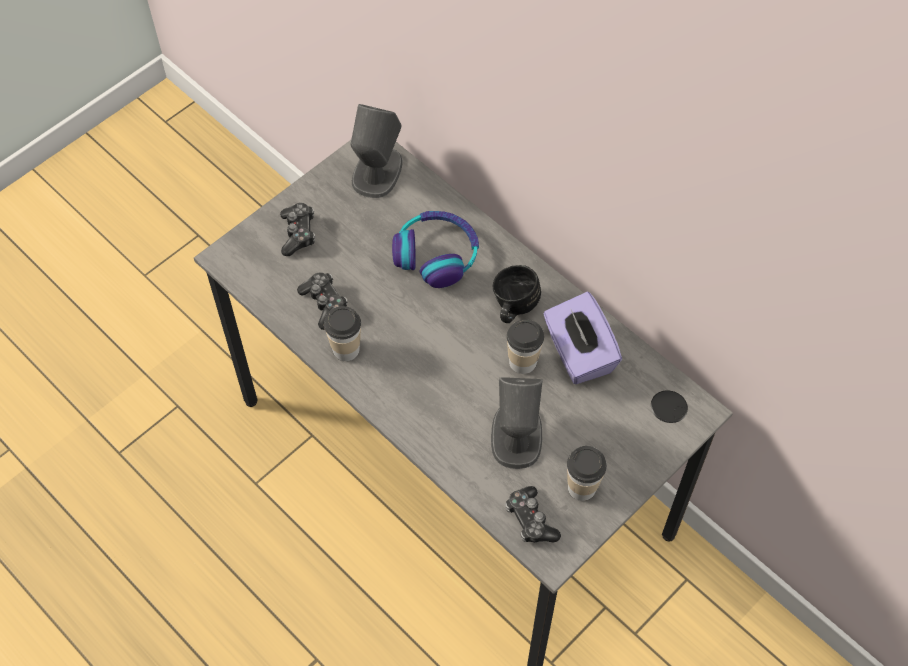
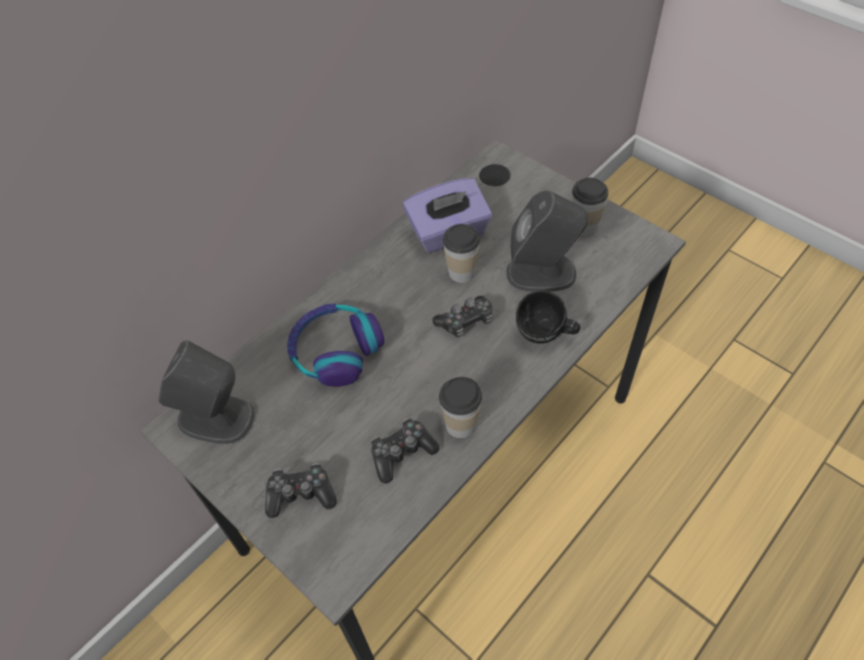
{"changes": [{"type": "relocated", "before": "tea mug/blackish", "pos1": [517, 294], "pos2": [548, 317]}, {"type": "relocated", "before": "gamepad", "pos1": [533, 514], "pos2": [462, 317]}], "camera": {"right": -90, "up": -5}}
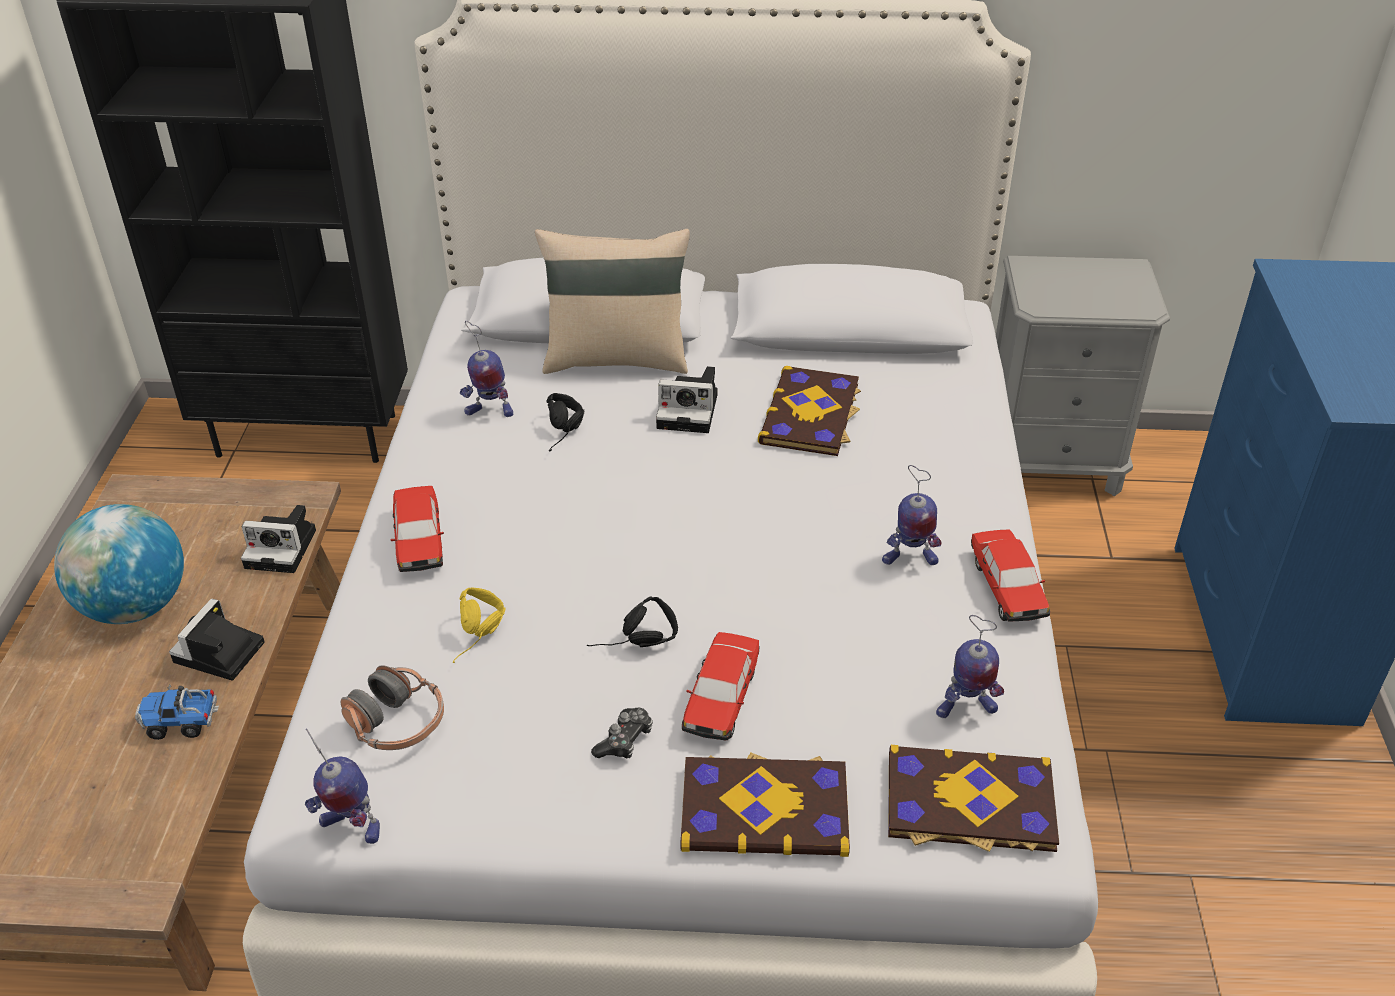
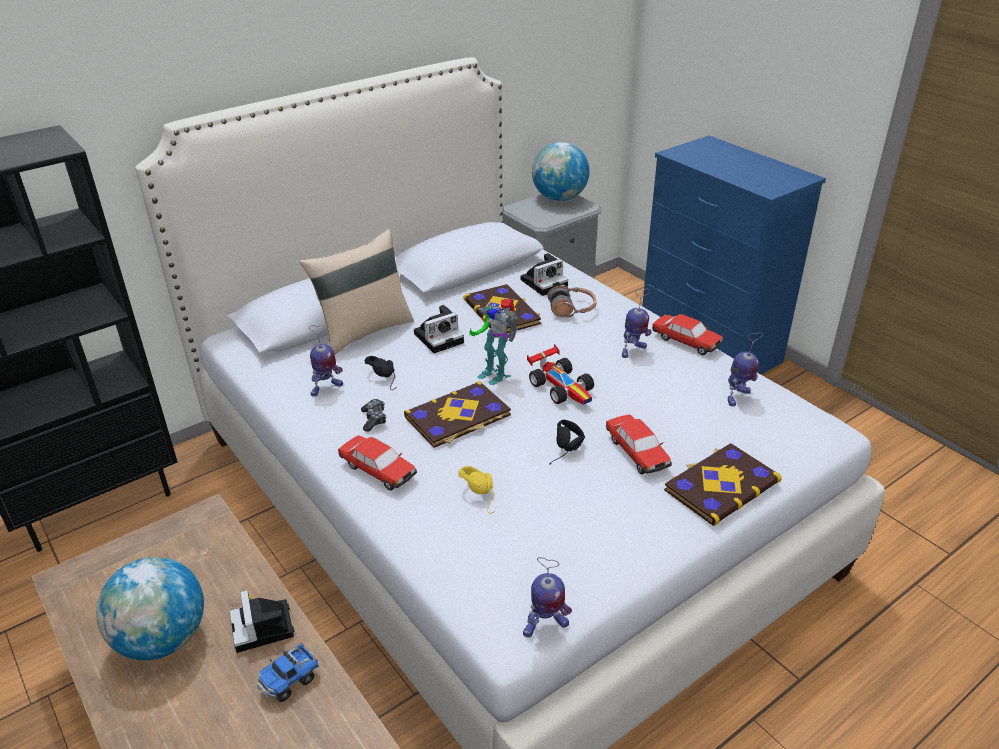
{"changes": [{"type": "appeared", "after": "toy robot", "pos2": [494, 341]}, {"type": "appeared", "after": "miniature car", "pos2": [560, 374]}, {"type": "appeared", "after": "world globe", "pos2": [561, 171]}, {"type": "relocated", "before": "still camera", "pos1": [278, 539], "pos2": [544, 274]}, {"type": "relocated", "before": "headset", "pos1": [392, 707], "pos2": [572, 301]}, {"type": "relocated", "before": "gamepad", "pos1": [622, 733], "pos2": [373, 415]}, {"type": "relocated", "before": "bound book", "pos1": [973, 798], "pos2": [457, 414]}], "camera": {"right": -40, "up": -5}}
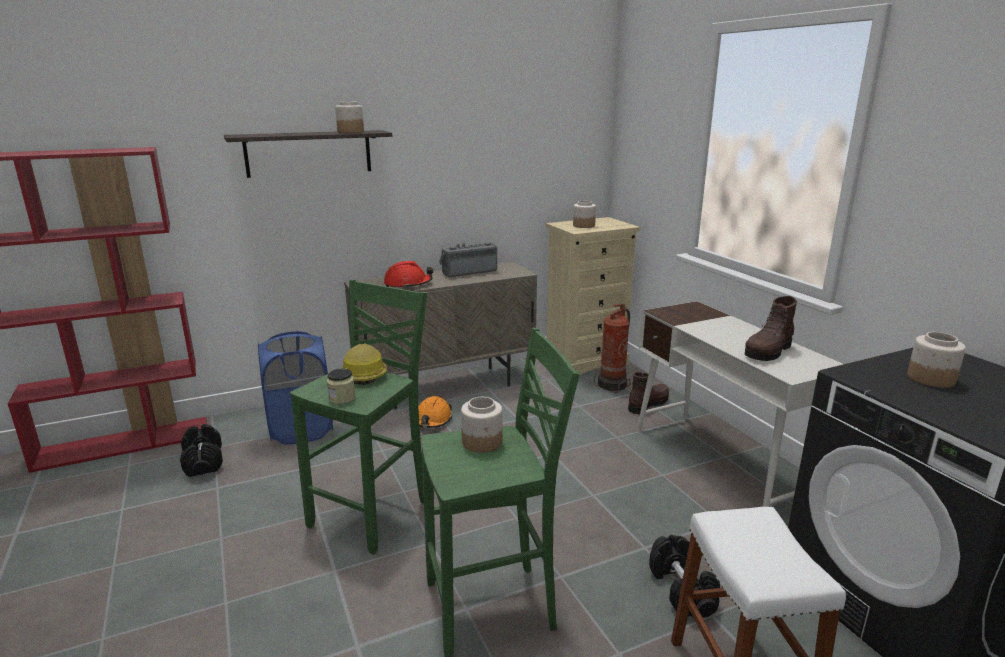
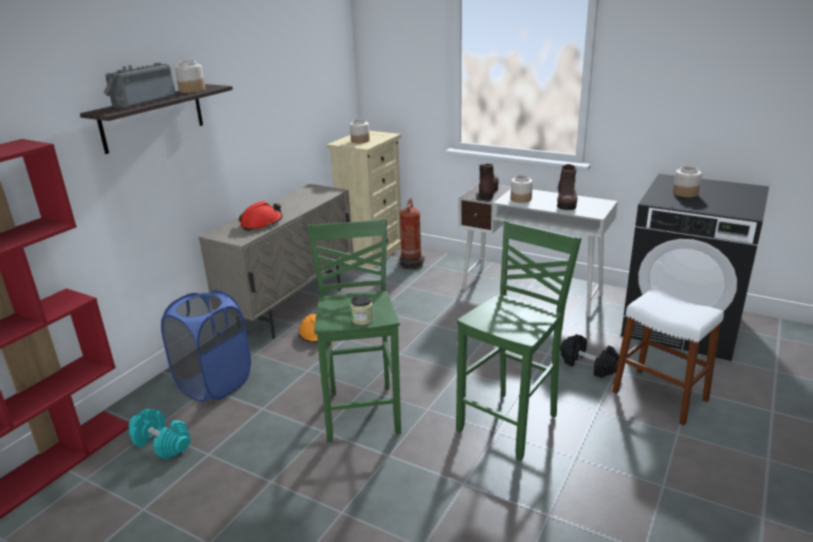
{"changes": [{"type": "missing", "before": "work helmet", "pos1": [364, 364]}, {"type": "relocated", "before": "radio set", "pos1": [468, 259], "pos2": [139, 85]}, {"type": "relocated", "before": "preserve jar", "pos1": [482, 425], "pos2": [522, 189]}, {"type": "relocated", "before": "high-top boot/brownish", "pos1": [648, 393], "pos2": [489, 182]}, {"type": "colour", "before": "dumbbell/blackish", "after": "dumbbell/blue-green", "pos1": [201, 450], "pos2": [159, 434]}], "camera": {"right": -35, "up": 5}}
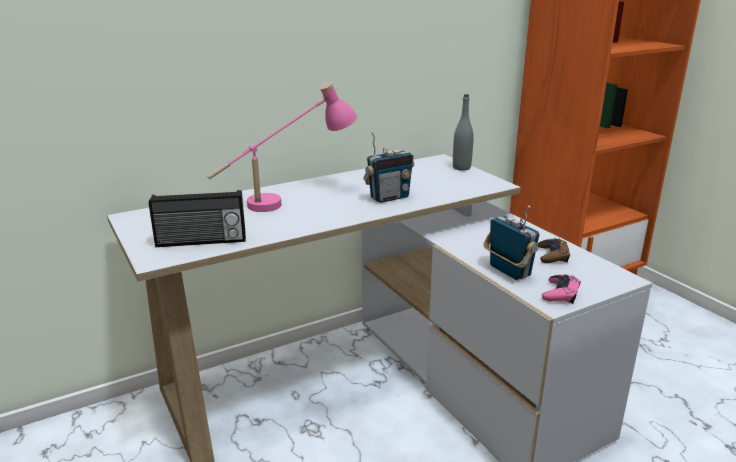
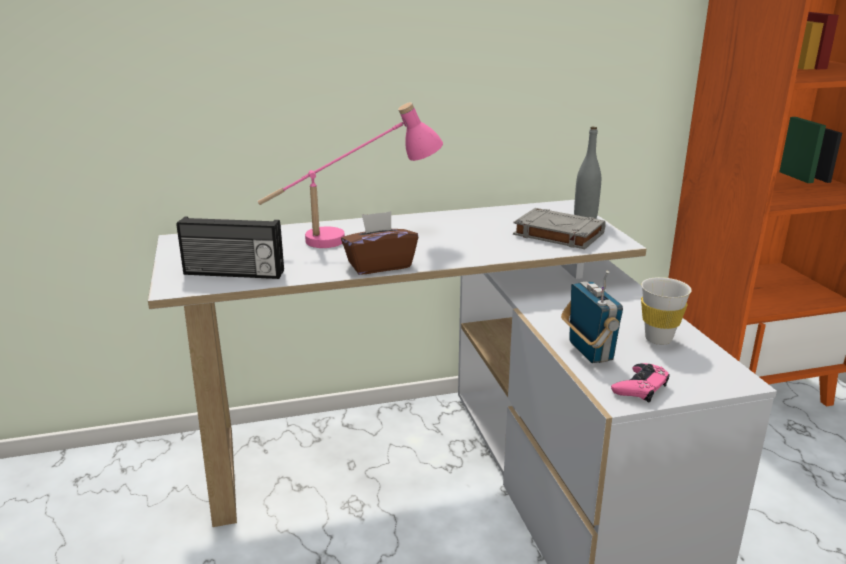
{"changes": [{"type": "missing", "before": "radio set", "pos1": [388, 167]}, {"type": "appeared", "after": "tissue box/brownish", "pos2": [379, 243]}, {"type": "appeared", "after": "bound book/greyish", "pos2": [559, 228]}, {"type": "exchanged", "before": "gamepad/brownish", "after": "cup/white", "pos1": [554, 250], "pos2": [666, 311]}], "camera": {"right": 15, "up": 0}}
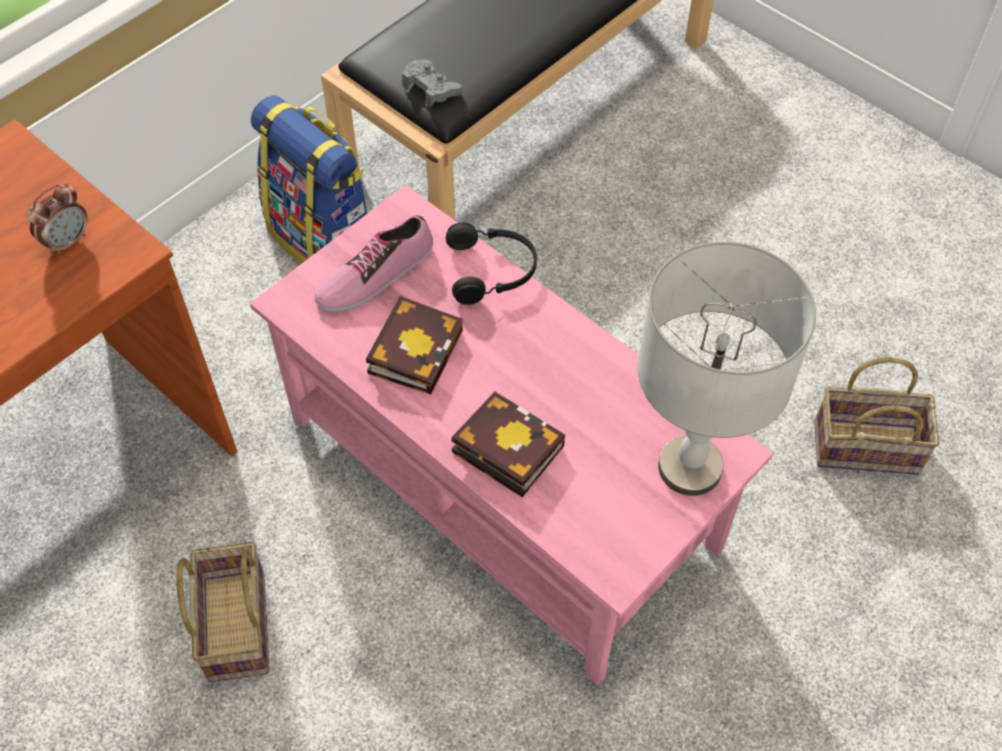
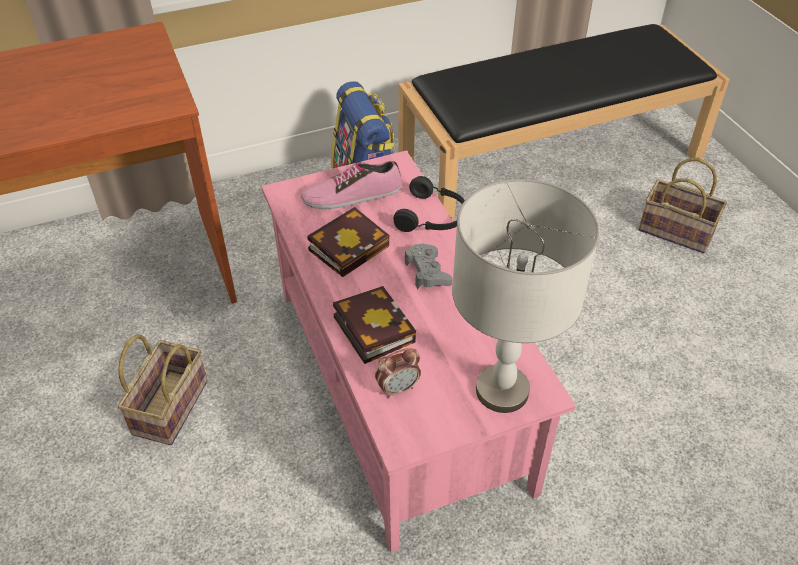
{"changes": [{"type": "relocated", "before": "table clock", "pos1": [57, 219], "pos2": [398, 373]}, {"type": "relocated", "before": "gamepad/greyish", "pos1": [432, 83], "pos2": [429, 266]}, {"type": "relocated", "before": "household basket", "pos1": [876, 416], "pos2": [683, 205]}], "camera": {"right": 25, "up": -10}}
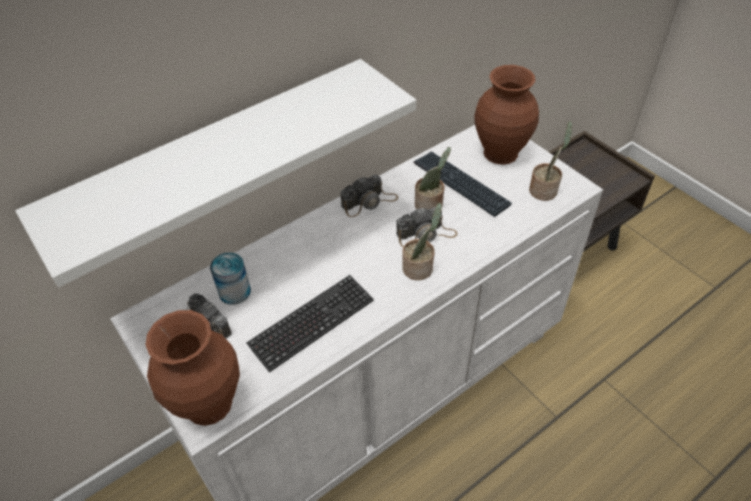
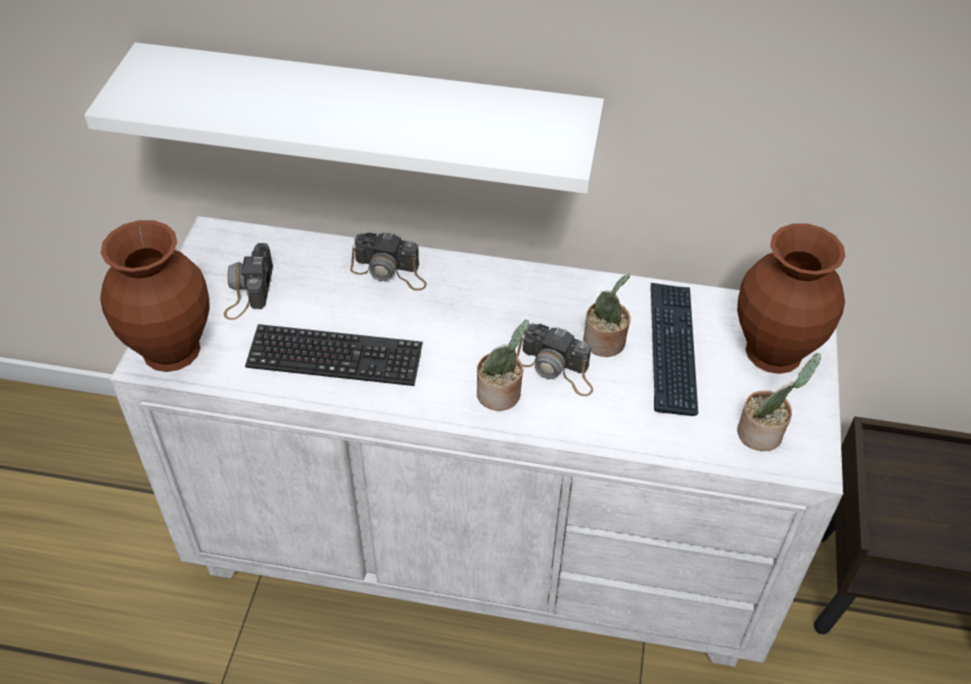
{"changes": [{"type": "missing", "before": "can", "pos1": [230, 278]}, {"type": "relocated", "before": "still camera", "pos1": [369, 196], "pos2": [388, 261]}], "camera": {"right": 45, "up": 0}}
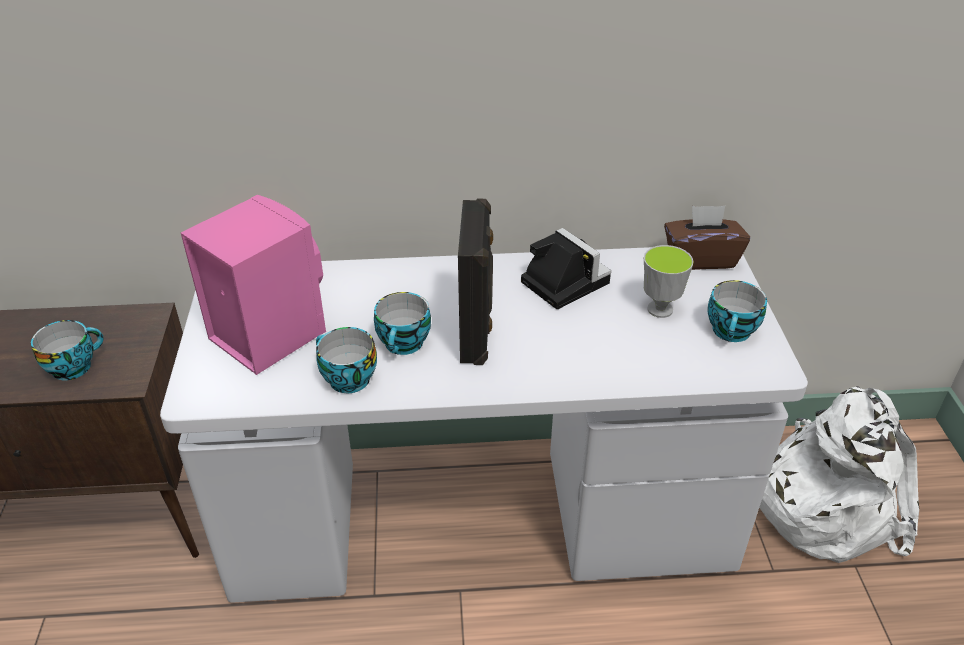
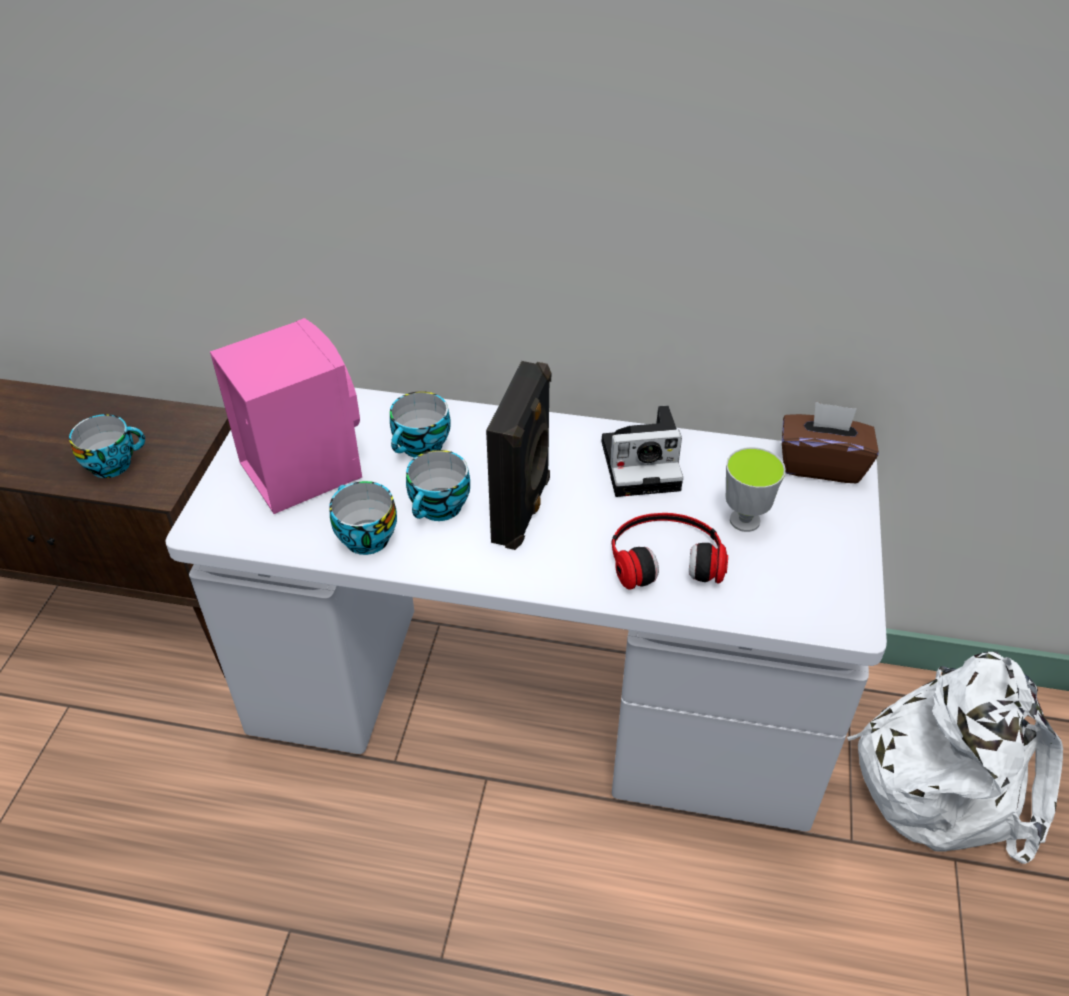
{"changes": [{"type": "appeared", "after": "headset", "pos2": [669, 551]}, {"type": "relocated", "before": "cup", "pos1": [737, 311], "pos2": [420, 424]}, {"type": "spun", "before": "still camera", "pos1": [566, 268], "pos2": [642, 451], "turn": 105}], "camera": {"right": 15, "up": 5}}
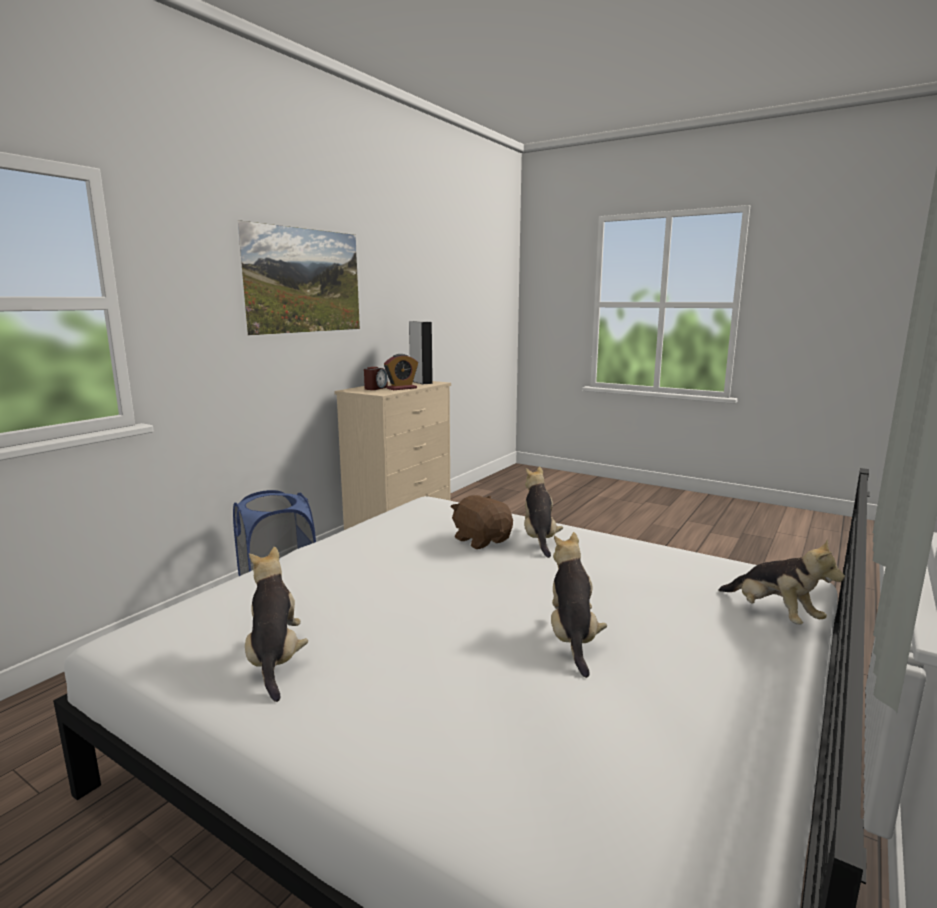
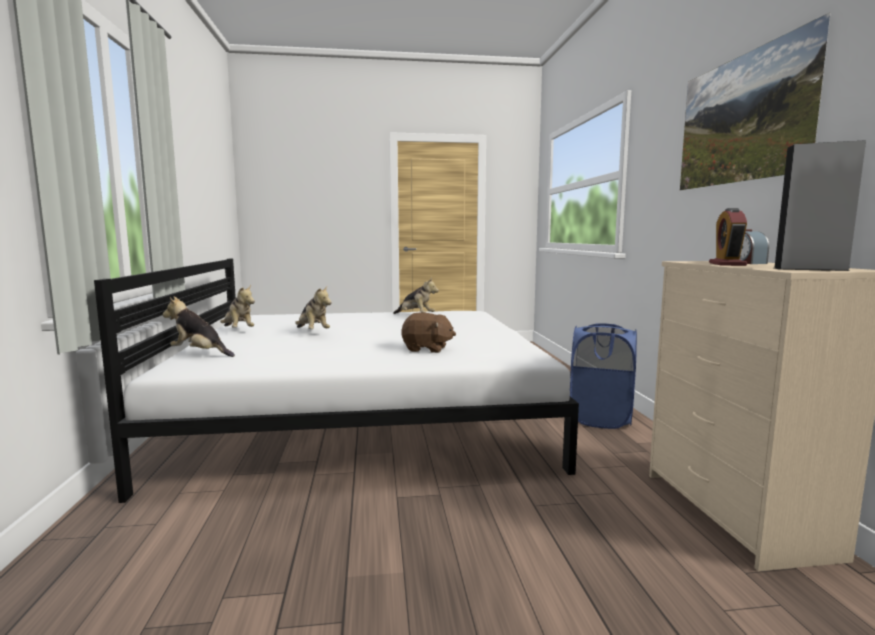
{"changes": [{"type": "relocated", "before": "plush toy", "pos1": [543, 512], "pos2": [237, 306]}], "camera": {"right": 140, "up": -5}}
